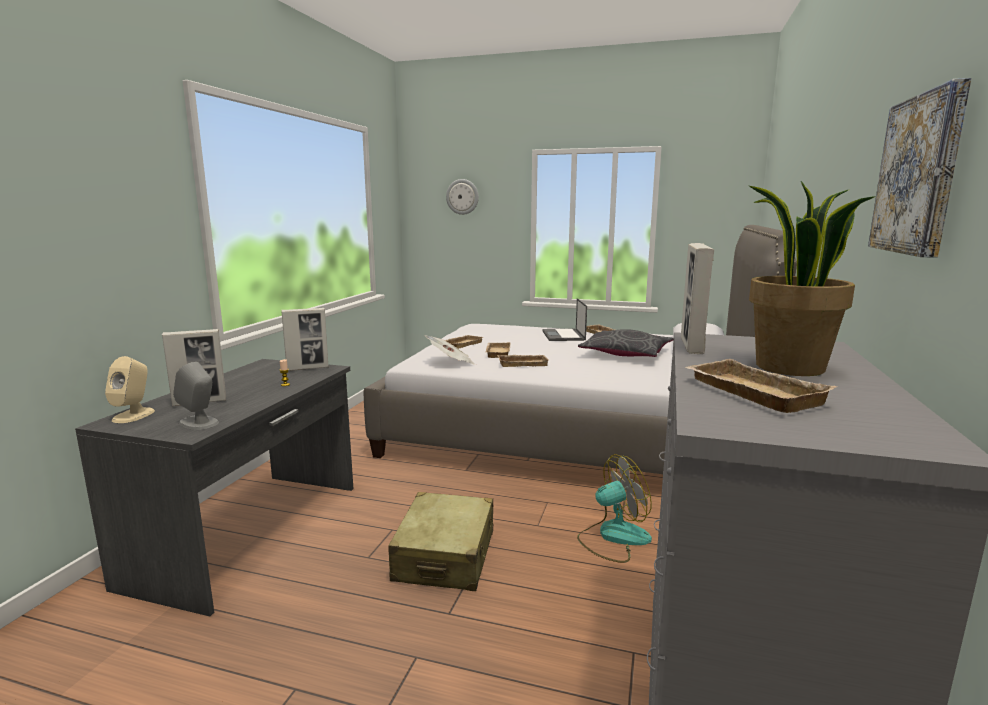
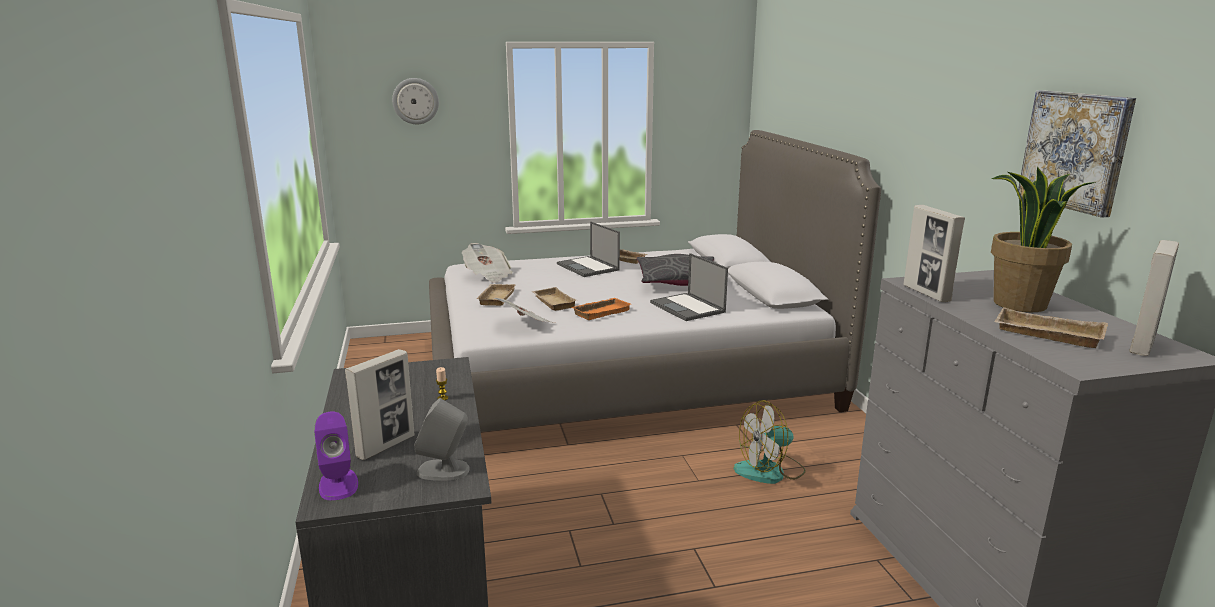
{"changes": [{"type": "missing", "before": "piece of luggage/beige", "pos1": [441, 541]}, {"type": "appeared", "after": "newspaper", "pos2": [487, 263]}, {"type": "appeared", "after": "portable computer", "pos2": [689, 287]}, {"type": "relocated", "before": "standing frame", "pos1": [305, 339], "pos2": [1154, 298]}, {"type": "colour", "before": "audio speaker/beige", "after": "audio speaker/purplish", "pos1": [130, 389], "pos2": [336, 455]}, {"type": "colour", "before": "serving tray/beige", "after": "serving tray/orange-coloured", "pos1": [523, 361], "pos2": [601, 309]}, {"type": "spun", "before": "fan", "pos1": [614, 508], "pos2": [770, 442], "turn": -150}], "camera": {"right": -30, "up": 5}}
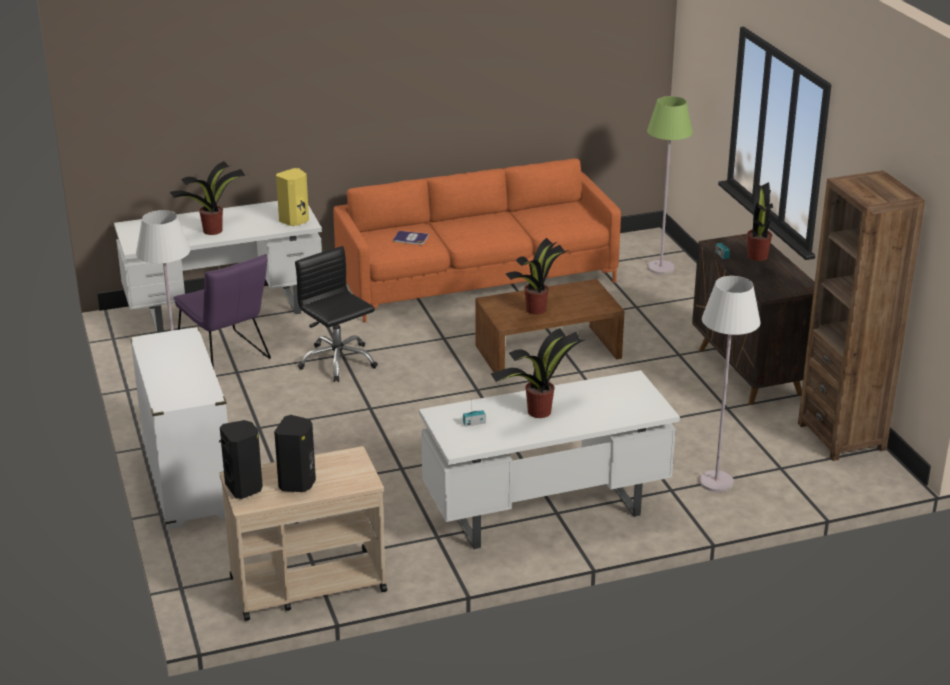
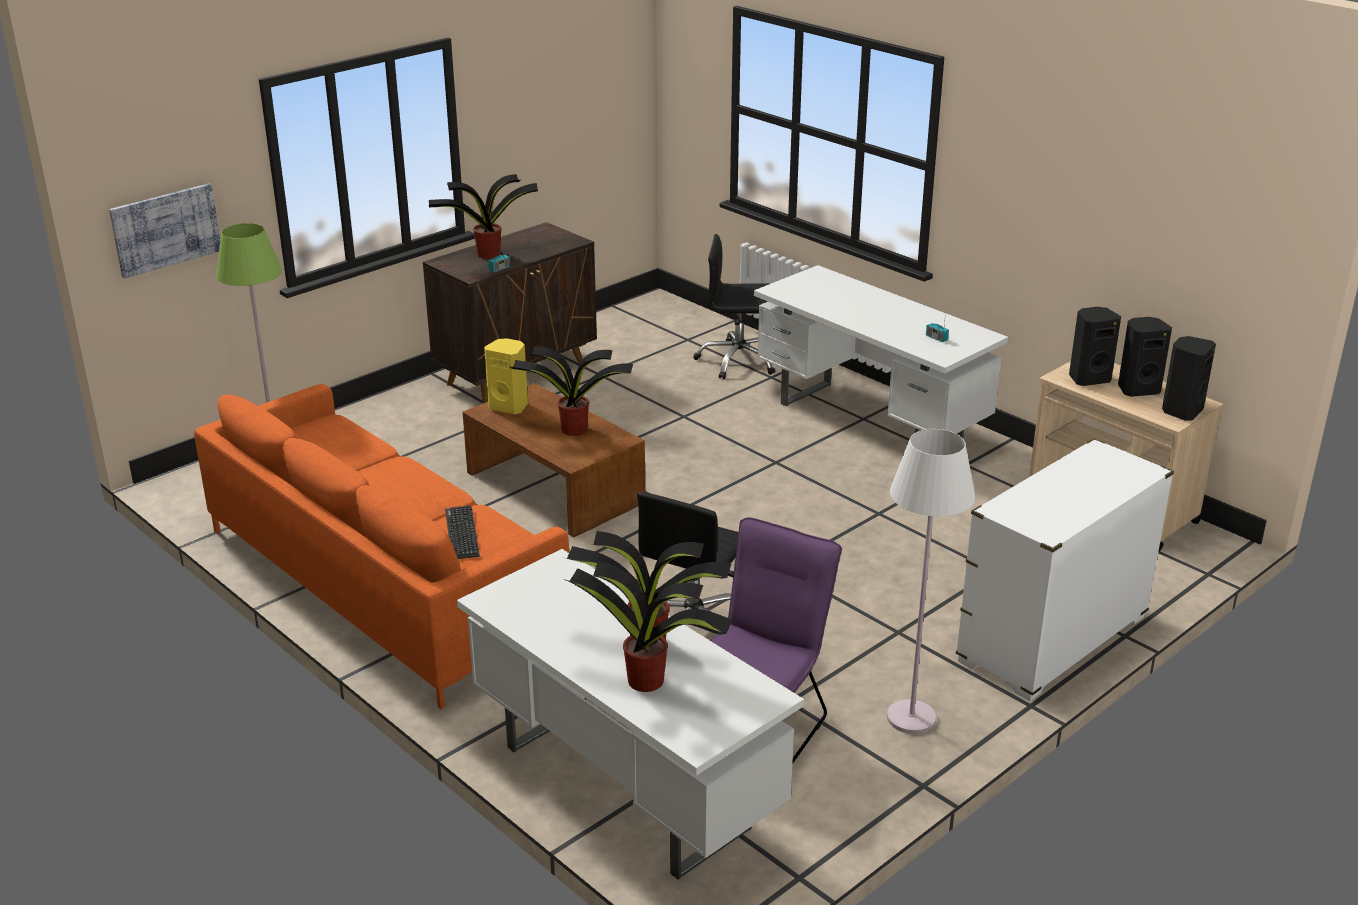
{"changes": [{"type": "missing", "before": "bookshelf/brownish", "pos1": [861, 315]}, {"type": "appeared", "after": "picture", "pos2": [164, 231]}, {"type": "appeared", "after": "audio speaker/blackish", "pos2": [1095, 346]}, {"type": "relocated", "before": "audio speaker/yellow-coloured", "pos1": [292, 197], "pos2": [506, 376]}, {"type": "relocated", "before": "houseplant", "pos1": [537, 373], "pos2": [648, 626]}, {"type": "exchanged", "before": "bound book", "after": "PC keyboard", "pos1": [411, 238], "pos2": [462, 532]}, {"type": "exchanged", "before": "standing lamp/white", "after": "desk chair/blackish", "pos1": [730, 384], "pos2": [734, 306]}], "camera": {"right": -115, "up": 0}}
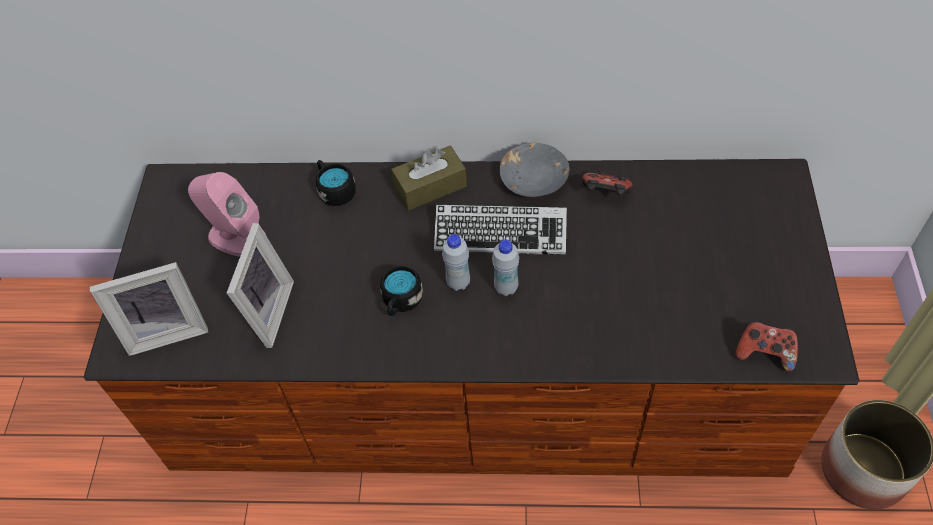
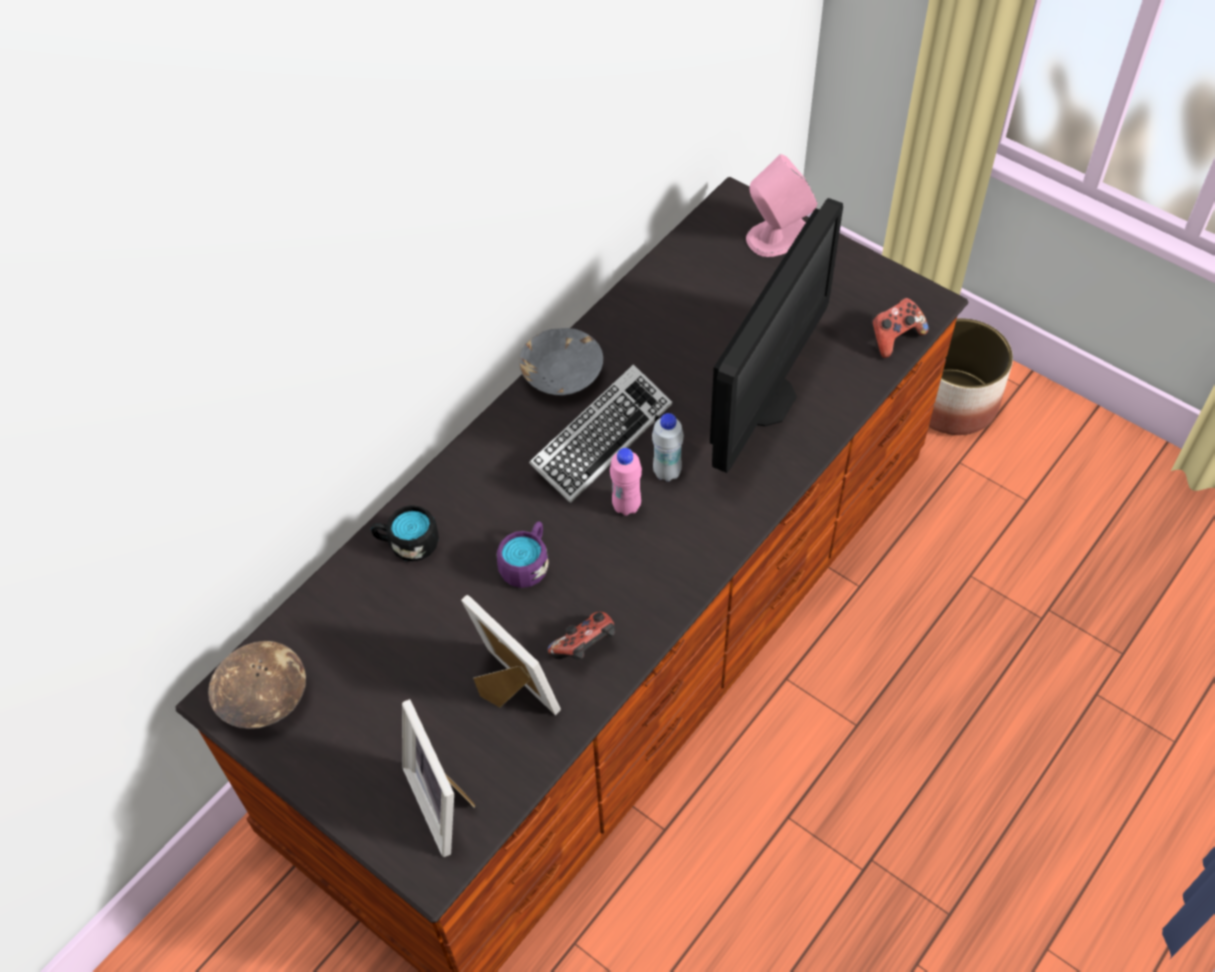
{"changes": [{"type": "missing", "before": "tea mug/blackish", "pos1": [401, 291]}, {"type": "missing", "before": "tissue box/brownish", "pos1": [429, 178]}, {"type": "appeared", "after": "bowl/brownish", "pos2": [257, 685]}, {"type": "appeared", "after": "tea mug/purplish", "pos2": [523, 555]}, {"type": "appeared", "after": "monitor", "pos2": [776, 335]}, {"type": "relocated", "before": "audio speaker/pinkish", "pos1": [227, 214], "pos2": [782, 205]}, {"type": "relocated", "before": "gamepad", "pos1": [607, 183], "pos2": [581, 636]}, {"type": "colour", "before": "bottle/white", "after": "bottle/pinkish", "pos1": [456, 262], "pos2": [626, 482]}, {"type": "spun", "before": "standing frame", "pos1": [149, 309], "pos2": [438, 778], "turn": 135}], "camera": {"right": -55, "up": 0}}
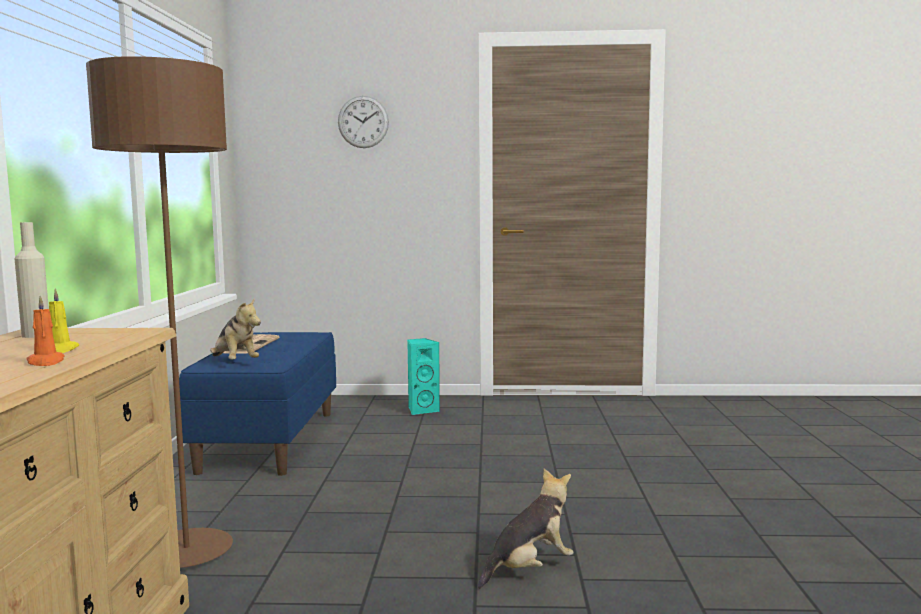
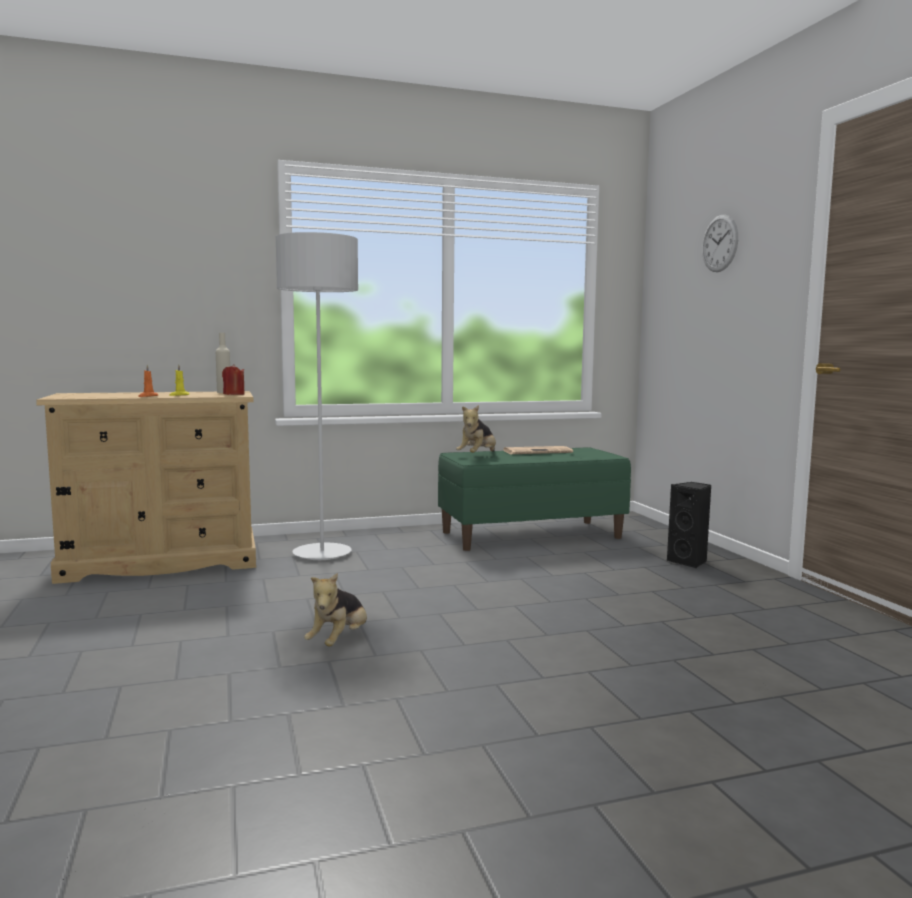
{"changes": [{"type": "appeared", "after": "wax light/reddish", "pos2": [233, 379]}, {"type": "colour", "before": "standing lamp/brownish", "after": "standing lamp/greyish", "pos1": [159, 312], "pos2": [317, 396]}, {"type": "colour", "before": "bench/blue", "after": "bench/greenish", "pos1": [257, 404], "pos2": [534, 499]}, {"type": "colour", "before": "audio speaker/blue-green", "after": "audio speaker/blackish", "pos1": [423, 376], "pos2": [689, 525]}, {"type": "spun", "before": "plush toy", "pos1": [525, 529], "pos2": [335, 609], "turn": 75}], "camera": {"right": 70, "up": 0}}
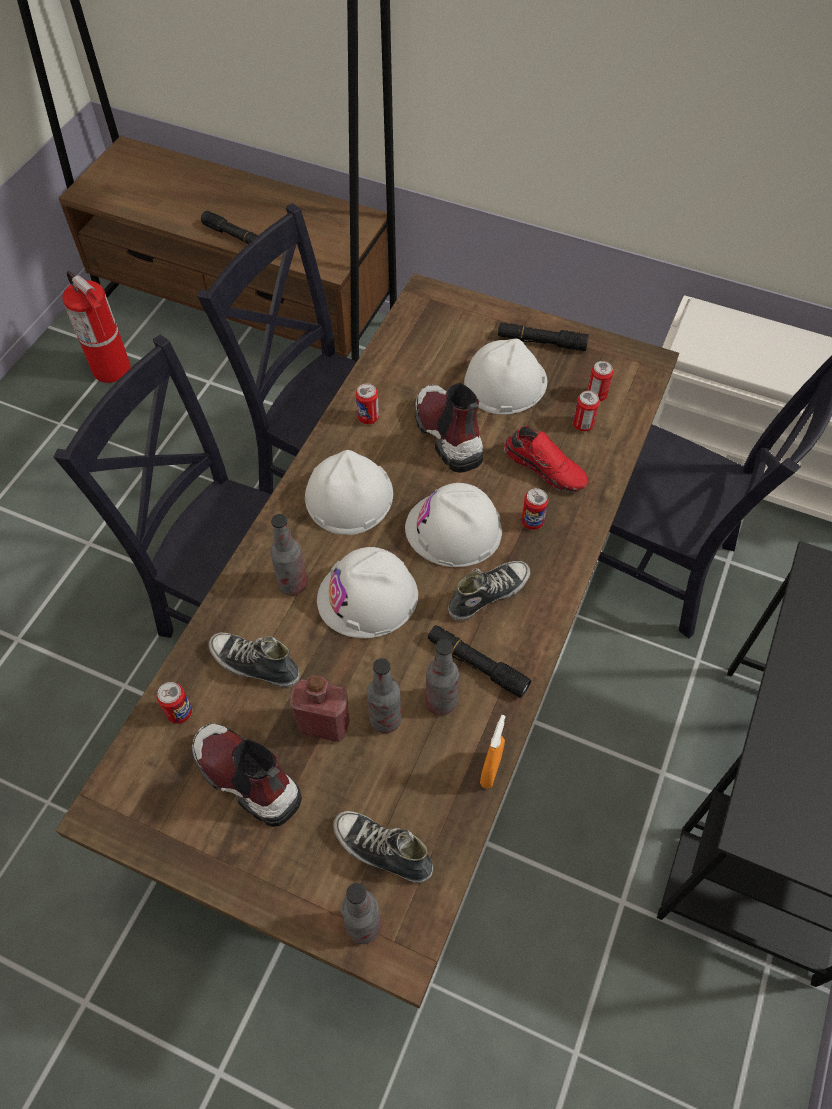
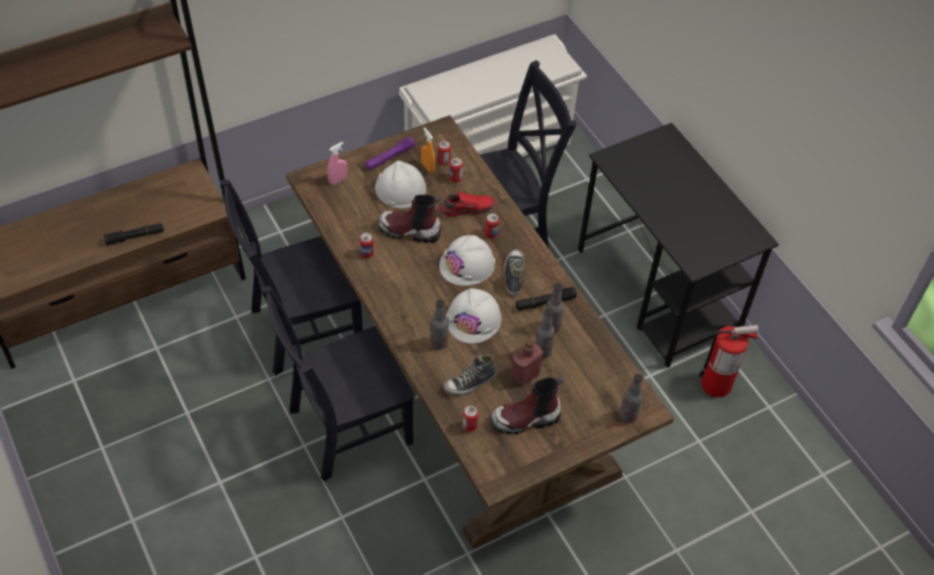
{"changes": [{"type": "missing", "before": "work helmet/white", "pos1": [349, 492]}, {"type": "missing", "before": "item of footwear", "pos1": [383, 847]}, {"type": "appeared", "after": "sprayer/pinkish", "pos2": [337, 163]}, {"type": "relocated", "before": "extinguisher", "pos1": [96, 327], "pos2": [728, 361]}, {"type": "relocated", "before": "sprayer/orange-coloured", "pos1": [493, 752], "pos2": [428, 150]}, {"type": "colour", "before": "torch/blackish", "after": "torch/purplish", "pos1": [543, 336], "pos2": [390, 153]}], "camera": {"right": -55, "up": -5}}
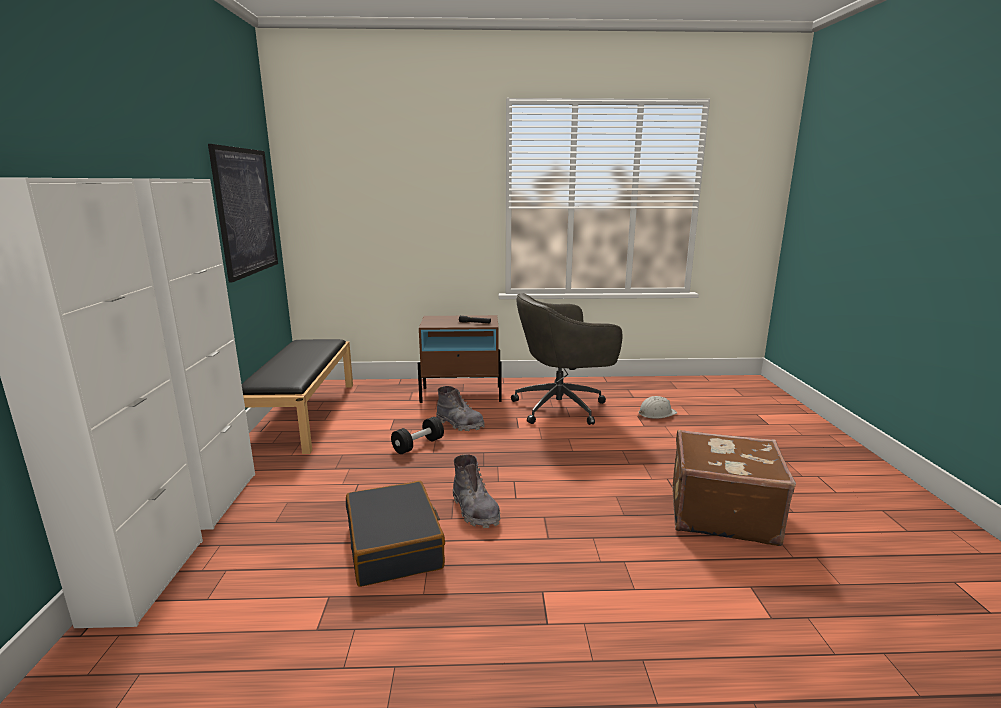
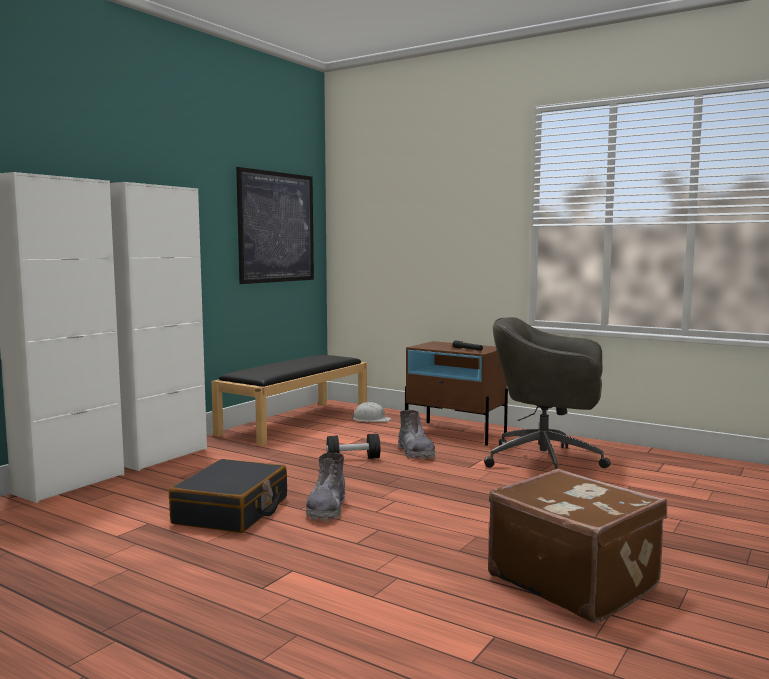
{"changes": [{"type": "relocated", "before": "work helmet/white", "pos1": [658, 407], "pos2": [371, 412]}], "camera": {"right": 35, "up": -10}}
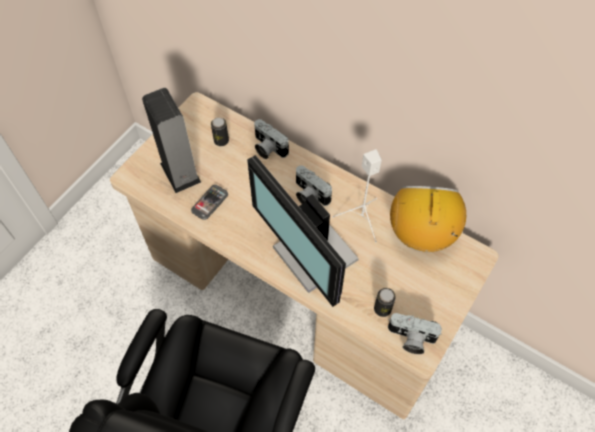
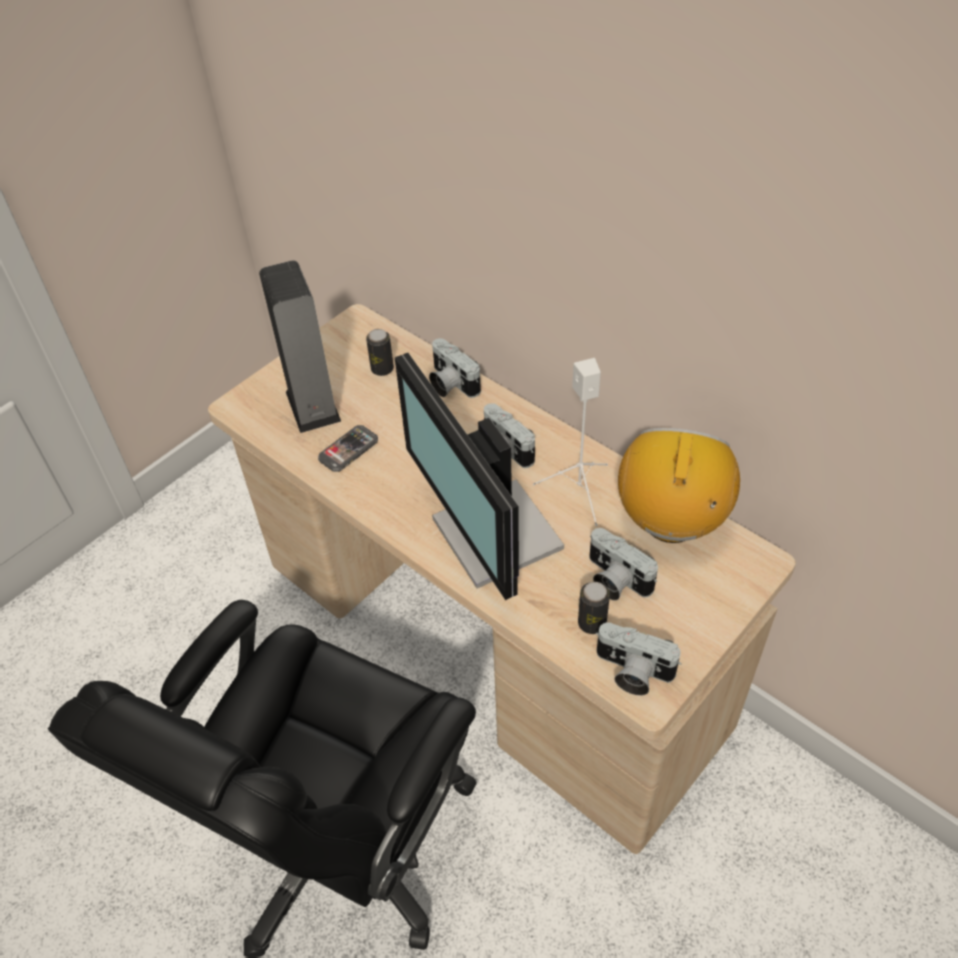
{"changes": [{"type": "appeared", "after": "still camera", "pos2": [623, 564]}], "camera": {"right": 10, "up": -10}}
